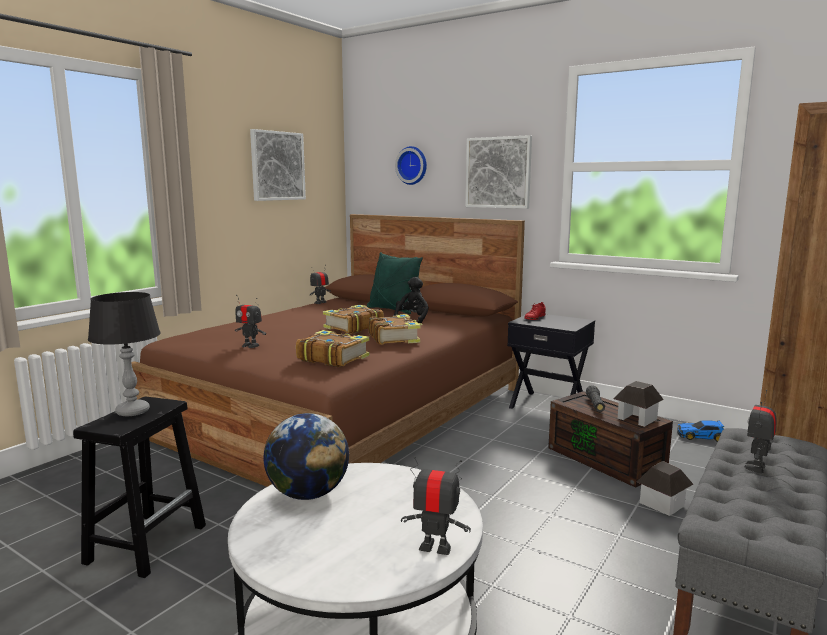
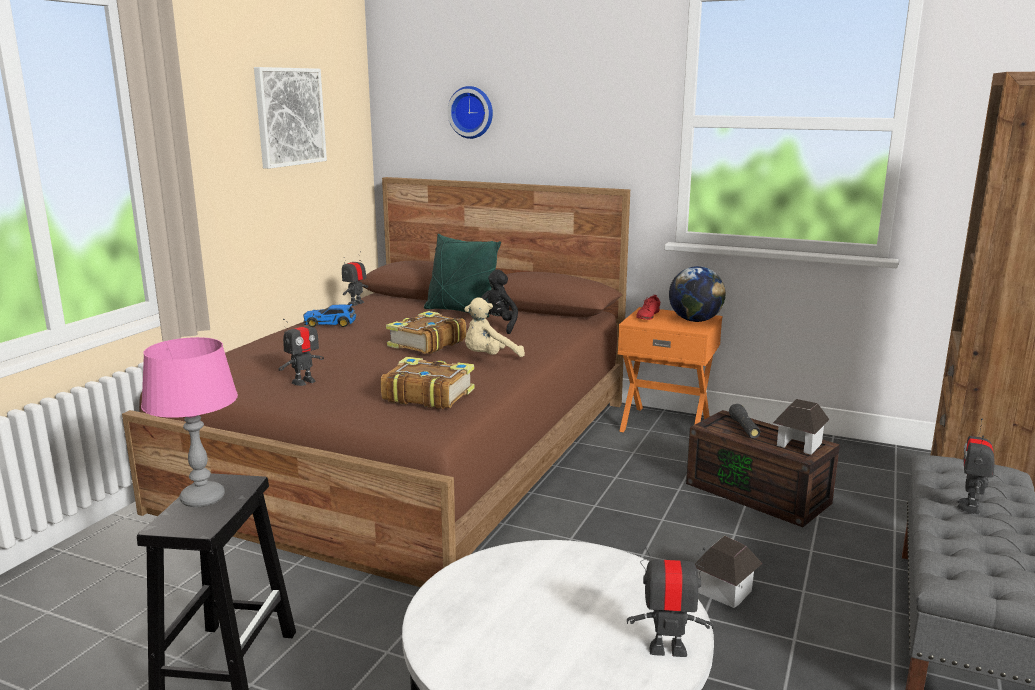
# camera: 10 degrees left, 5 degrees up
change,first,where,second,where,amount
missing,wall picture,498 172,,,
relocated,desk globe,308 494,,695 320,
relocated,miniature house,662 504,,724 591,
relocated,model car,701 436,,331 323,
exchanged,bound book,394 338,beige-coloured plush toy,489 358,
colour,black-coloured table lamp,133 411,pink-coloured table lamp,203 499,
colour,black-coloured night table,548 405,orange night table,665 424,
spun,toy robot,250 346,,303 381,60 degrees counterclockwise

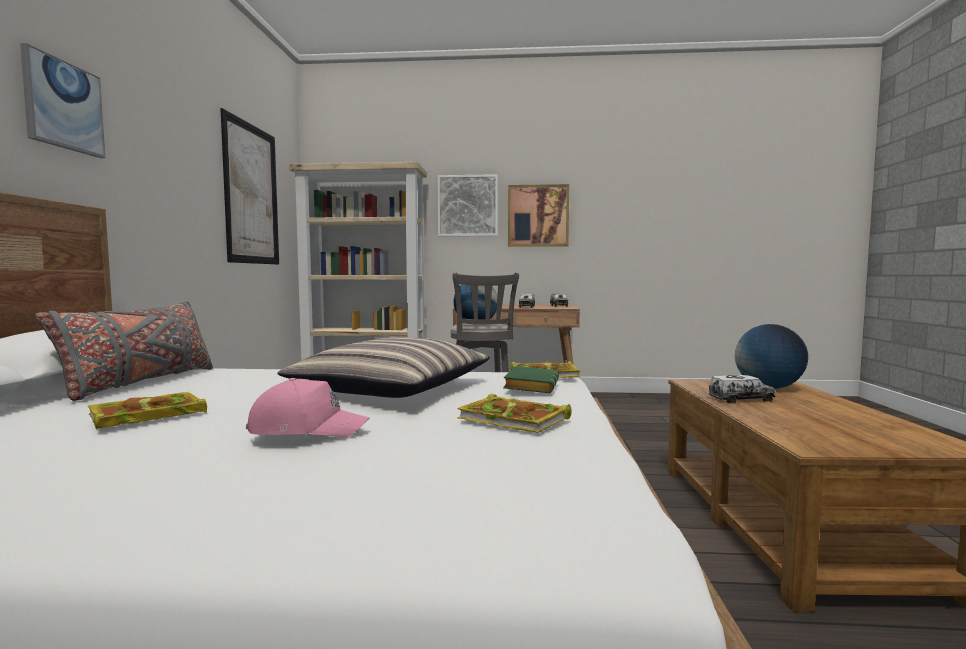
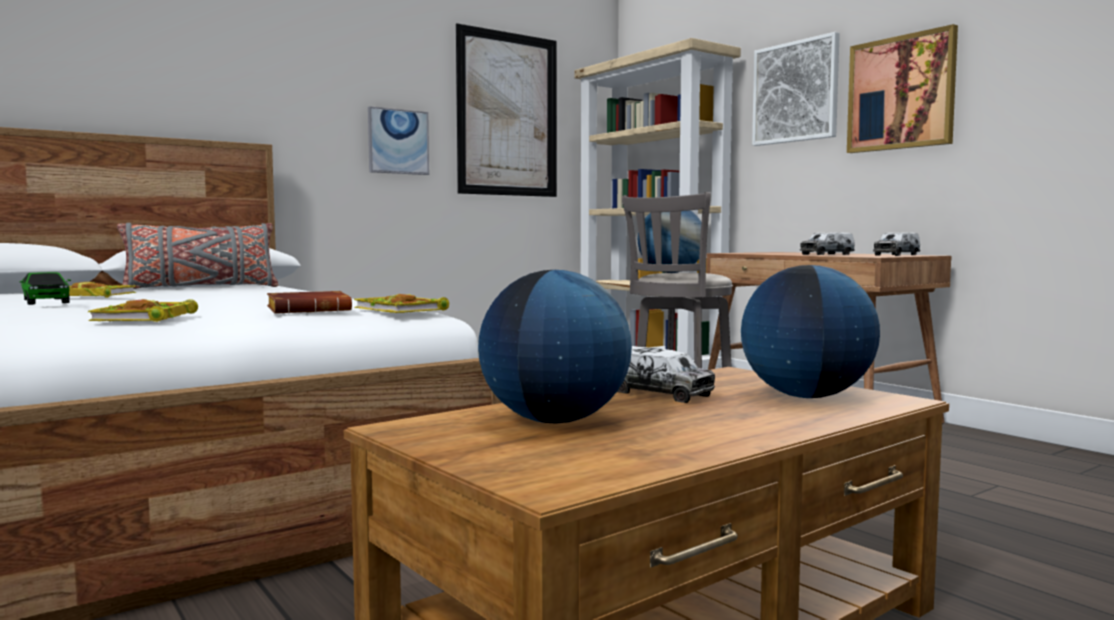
# camera: 50 degrees right, 0 degrees up
change,first,where,second,where,amount
missing,cushion,392 388,,,
appeared,,,desk globe,554 421,
relocated,wall picture,63 105,,398 141,
exchanged,pink-coloured baseball cap,307 429,model car,45 301,
colour,green-coloured bound book,530 386,brown-coloured bound book,311 310,

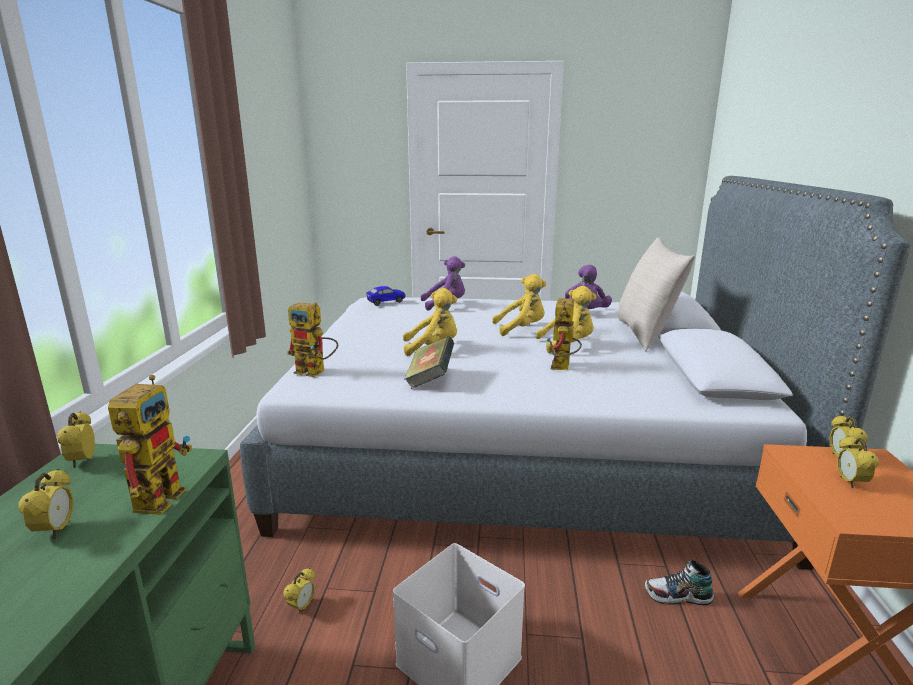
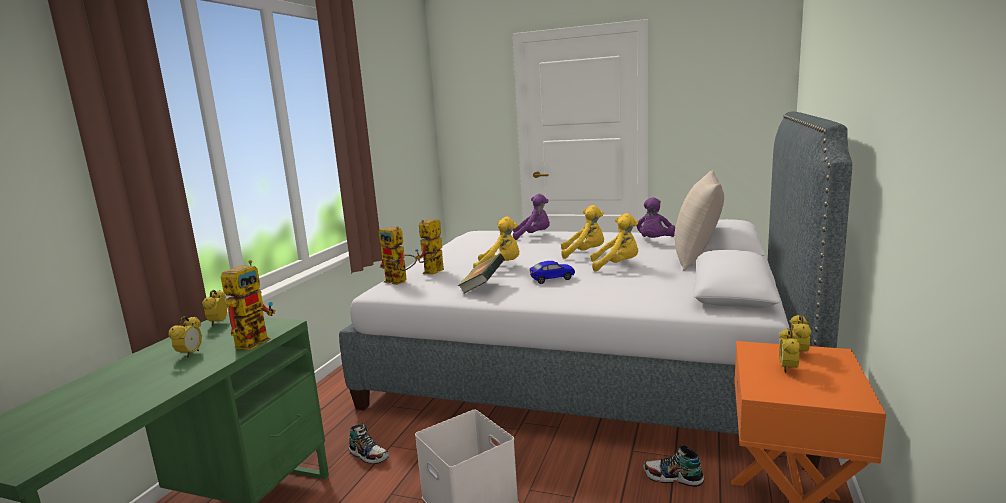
# camera: 15 degrees right, 5 degrees down
change,first,where,second,where,amount
relocated,model car,386 302,,552 279,
relocated,toy robot,562 368,,432 273,
exchanged,table clock,302 607,shoe,369 455,

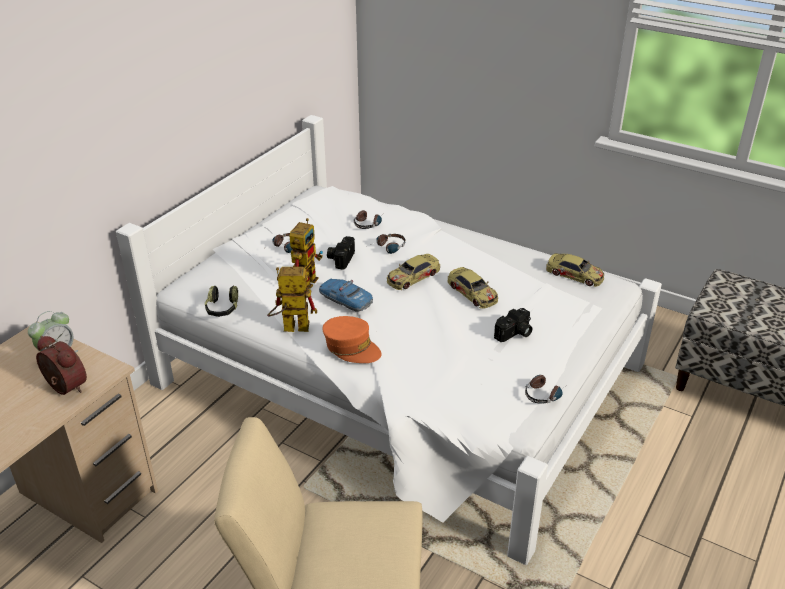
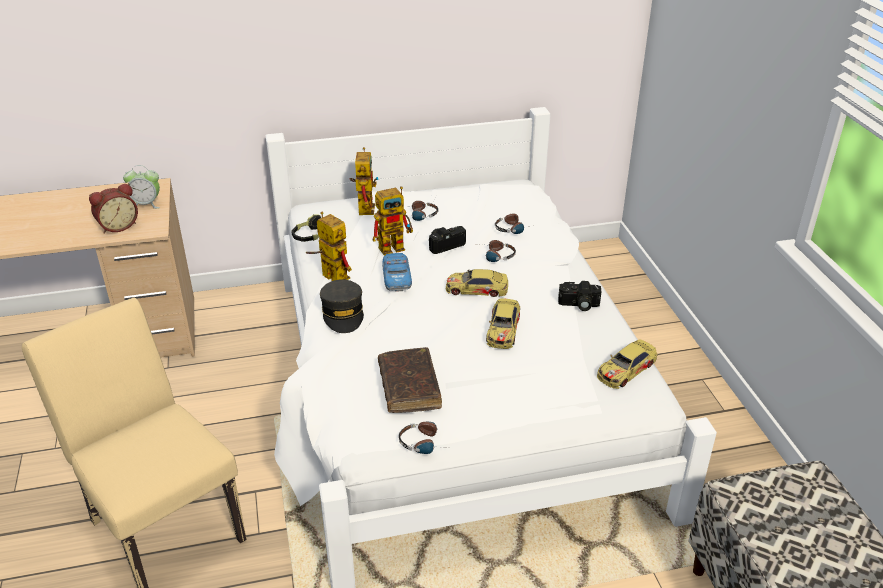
# camera: 45 degrees right, 0 degrees up
change,first,where,second,where,amount
appeared,,,toy robot,364 206,
appeared,,,brown-coloured bound book,409 387,
relocated,photo camera,514 334,,578 305,
colour,orange baseball cap,351 347,greyish baseball cap,343 313,
spun,table clock,64 388,,118 226,60 degrees clockwise
spun,model car,574 274,,626 369,60 degrees clockwise

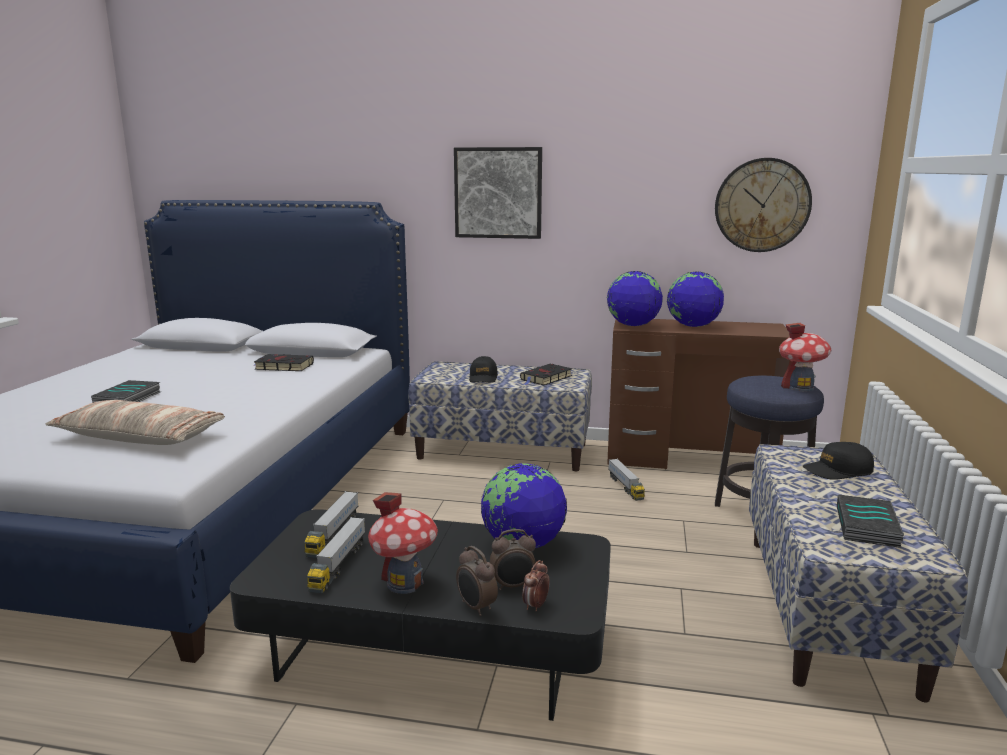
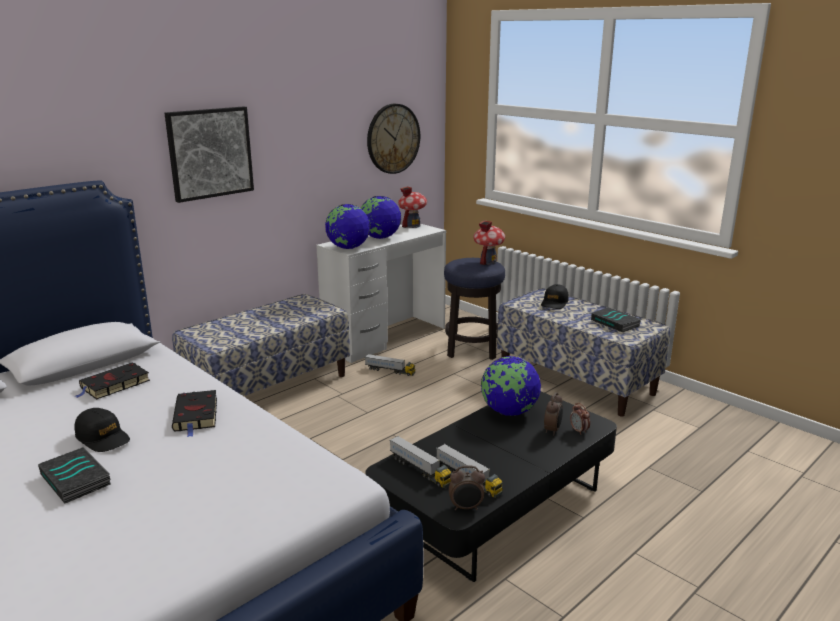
# camera: 55 degrees left, 5 degrees up
change,first,where,second,where,amount
missing,cushion,140 437,,,
relocated,miniature house,405 583,,412 225,
relocated,table clock,476 607,,466 508,
relocated,black-coloured baseball cap,483 377,,103 438,
relocated,black-coloured bound book,545 378,,196 415,
colour,brown-coloured desk,689 459,whitish desk,385 337,

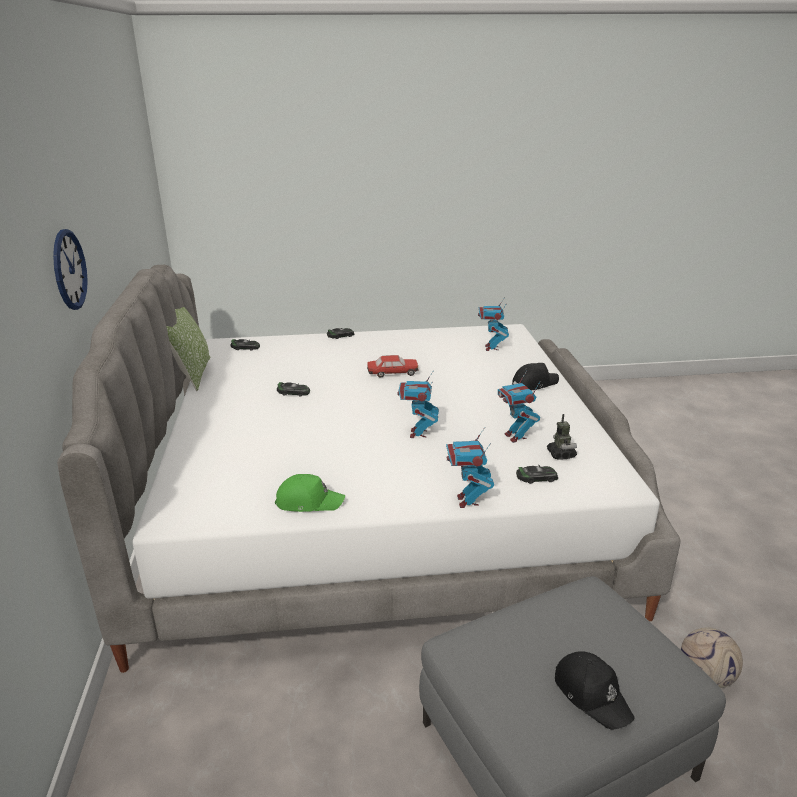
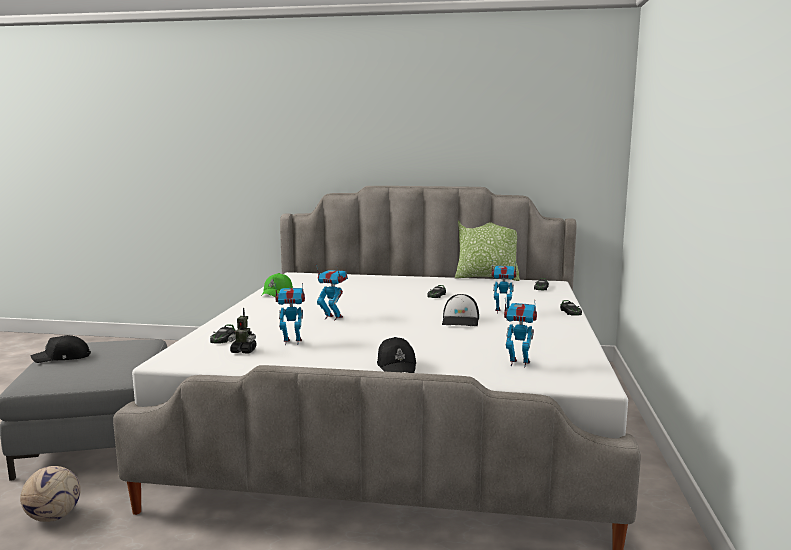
# camera: 105 degrees right, 15 degrees down
change,first,where,second,where,amount
missing,clock on the wall,69 269,,,
relocated,toy robot,467 501,,502 312,
exchanged,model car,392 373,baseball cap,461 320,

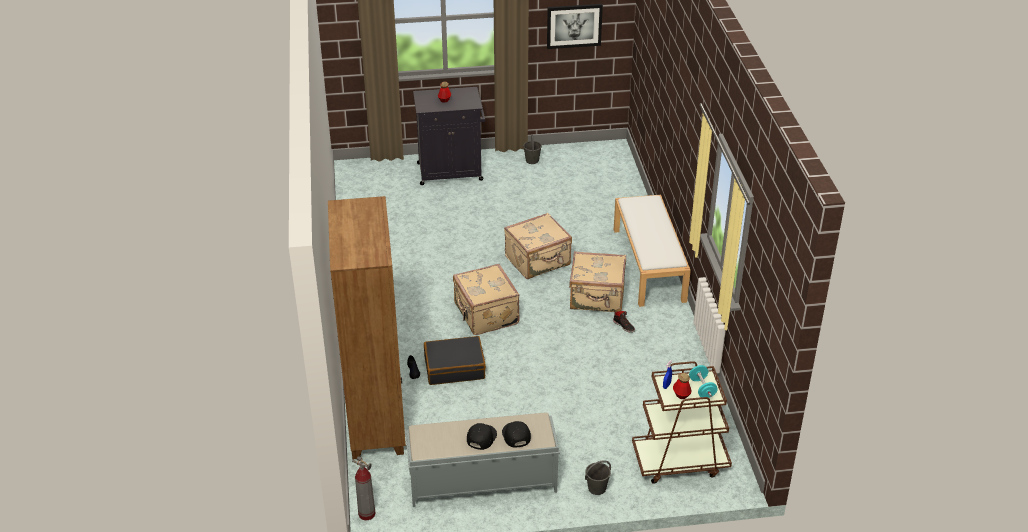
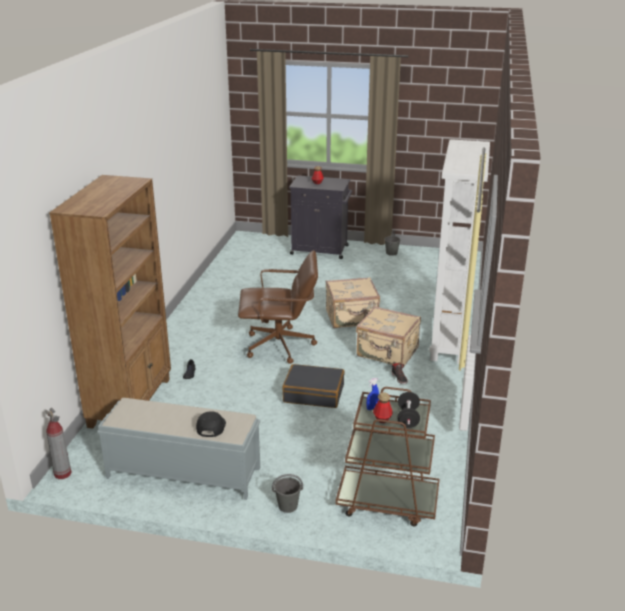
# camera: 20 degrees right, 10 degrees down
change,first,where,second,where,amount
missing,black-coloured baseball cap,481 437,,,
missing,wall picture,574 25,,,
relocated,black-coloured piece of luggage,454 367,,314 393,
exchanged,beige-coloured piece of luggage,485 315,brown-coloured office chair,280 346,
exchanged,whitish indoor bench,649 265,whitish bookcase,451 338,
colour,blue-green free weight,702 389,black-coloured free weight,408 418,

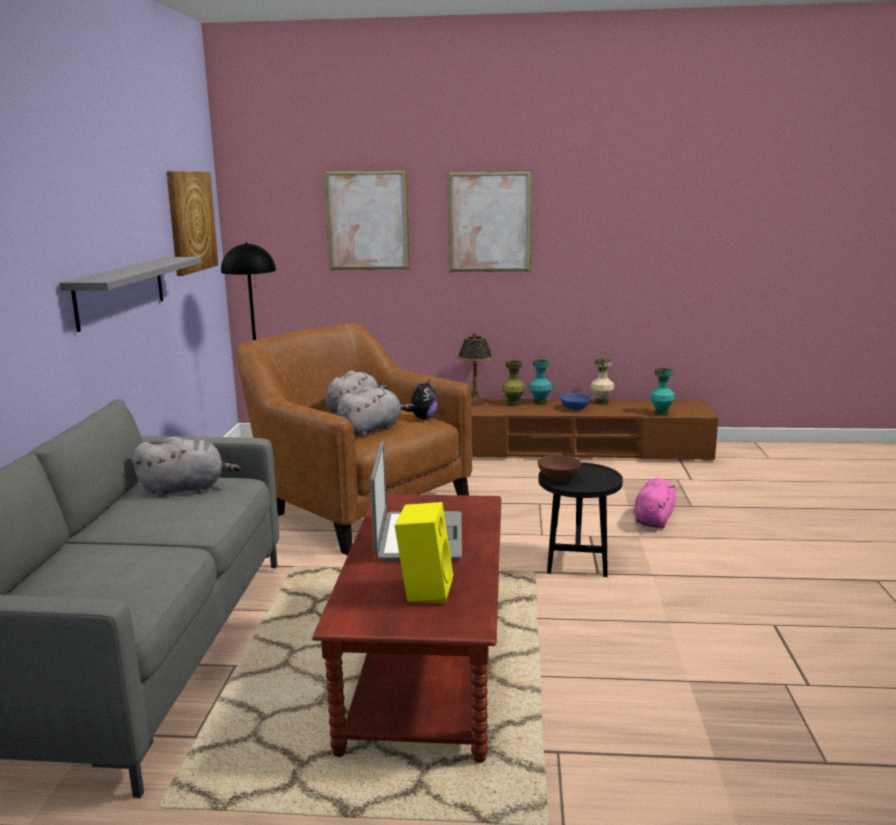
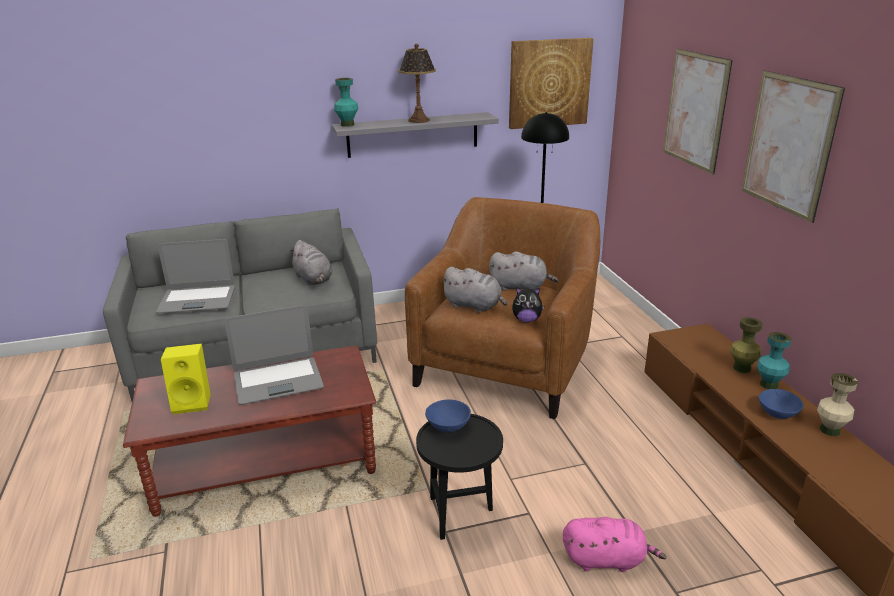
# camera: 70 degrees right, 10 degrees up
change,first,where,second,where,amount
appeared,,,portable computer,197 300,
relocated,table lamp,475 402,,419 120,
relocated,blue-green decorative vase,661 413,,347 125,
colour,brown-coloured bowl,558 477,blue bowl,447 425,

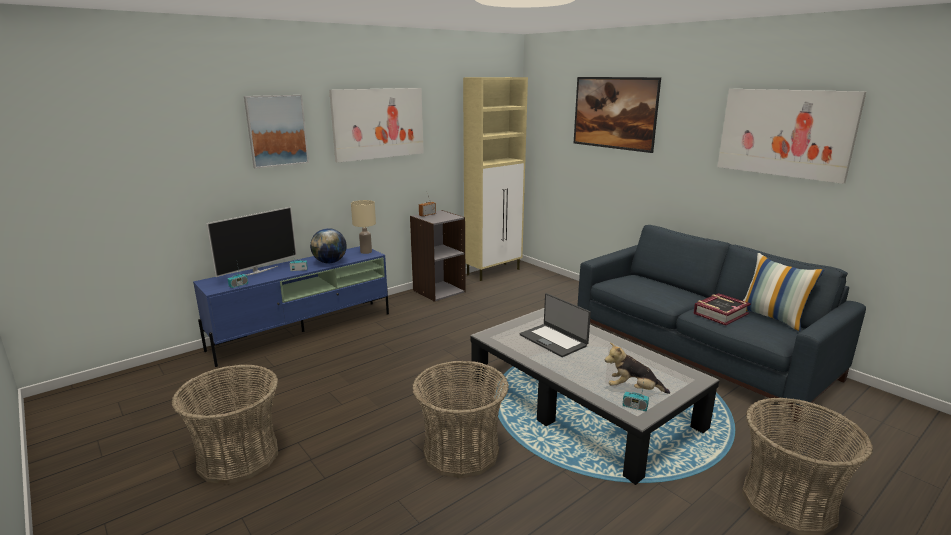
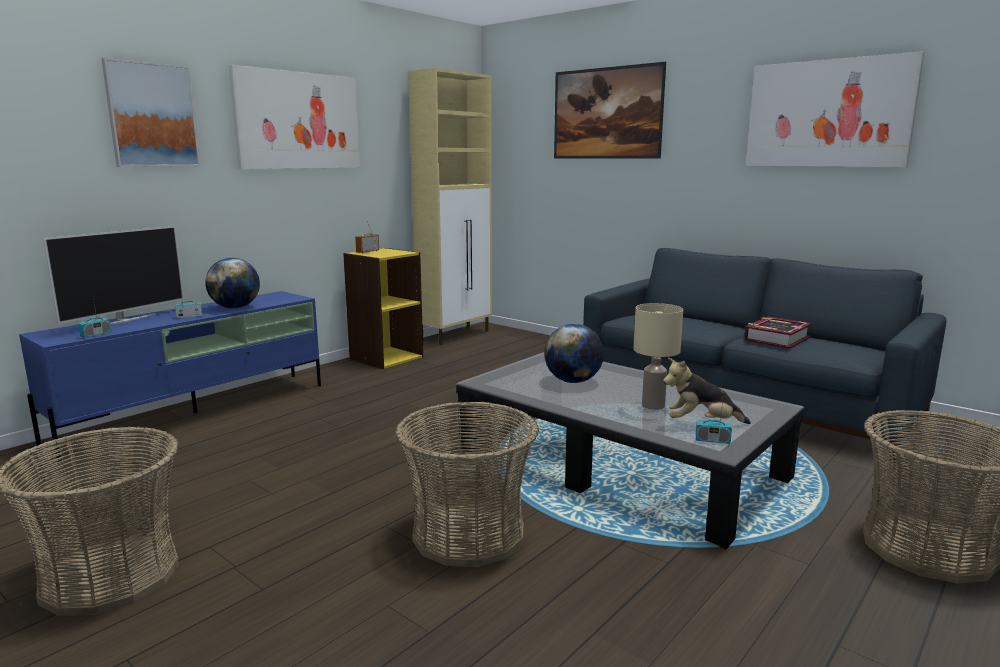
# camera: 10 degrees left, 5 degrees down
change,first,where,second,where,amount
missing,cushion,772 317,,,
relocated,beige-coloured table lamp,365 252,,652 406,
exchanged,portable computer,553 340,desk globe,573 381,
colour,greyish bookcase,438 291,yellow bookcase,386 358,

